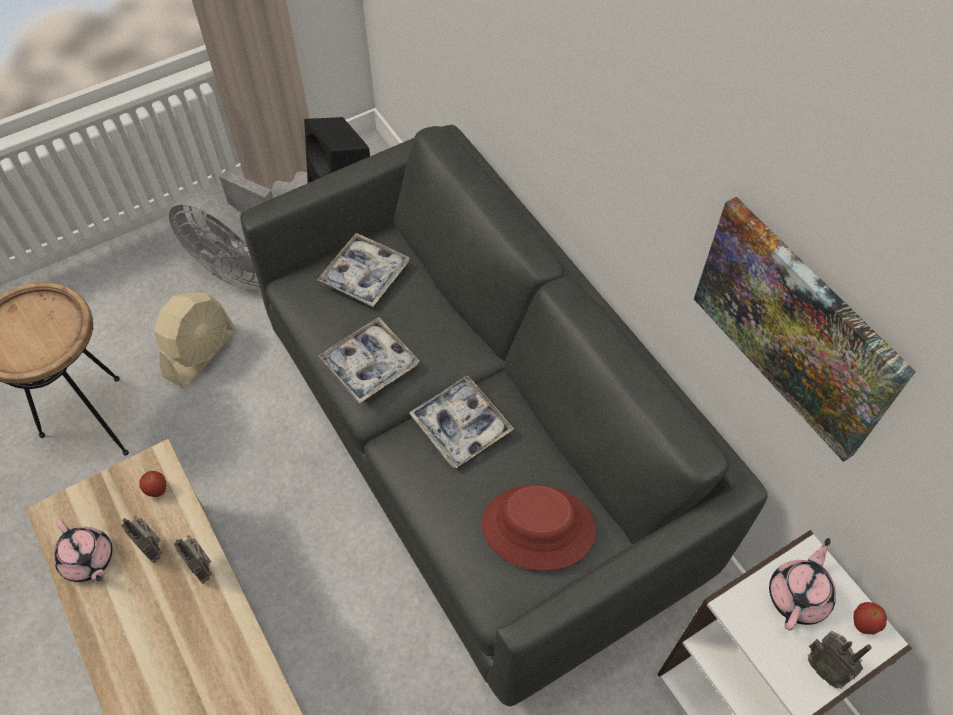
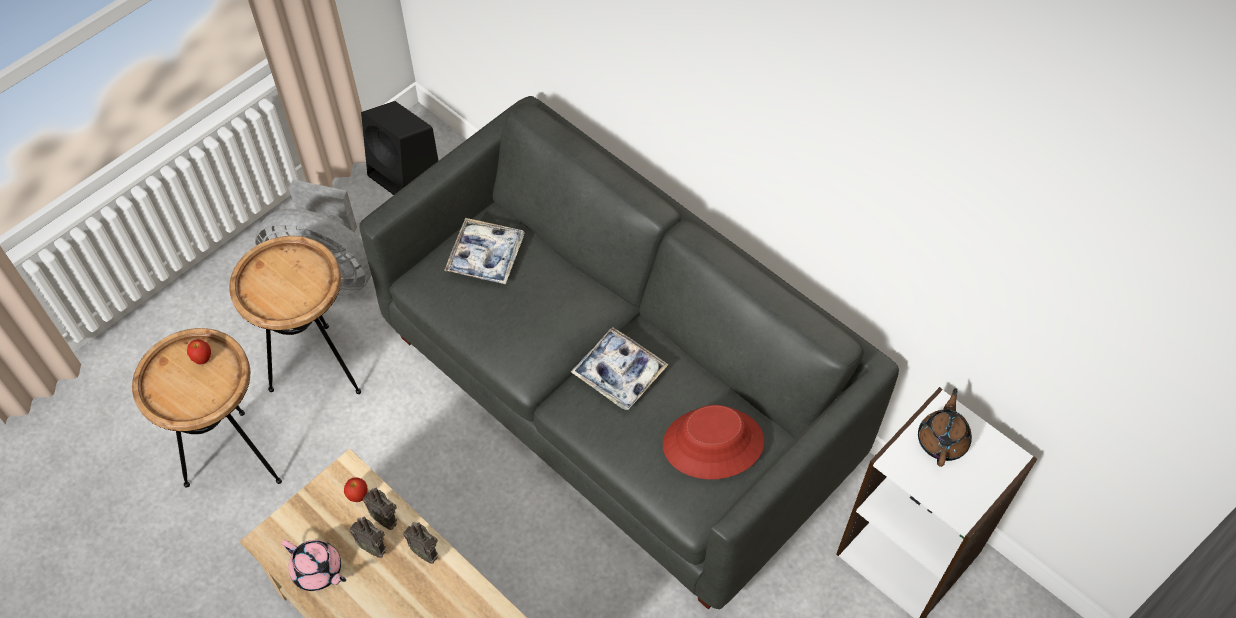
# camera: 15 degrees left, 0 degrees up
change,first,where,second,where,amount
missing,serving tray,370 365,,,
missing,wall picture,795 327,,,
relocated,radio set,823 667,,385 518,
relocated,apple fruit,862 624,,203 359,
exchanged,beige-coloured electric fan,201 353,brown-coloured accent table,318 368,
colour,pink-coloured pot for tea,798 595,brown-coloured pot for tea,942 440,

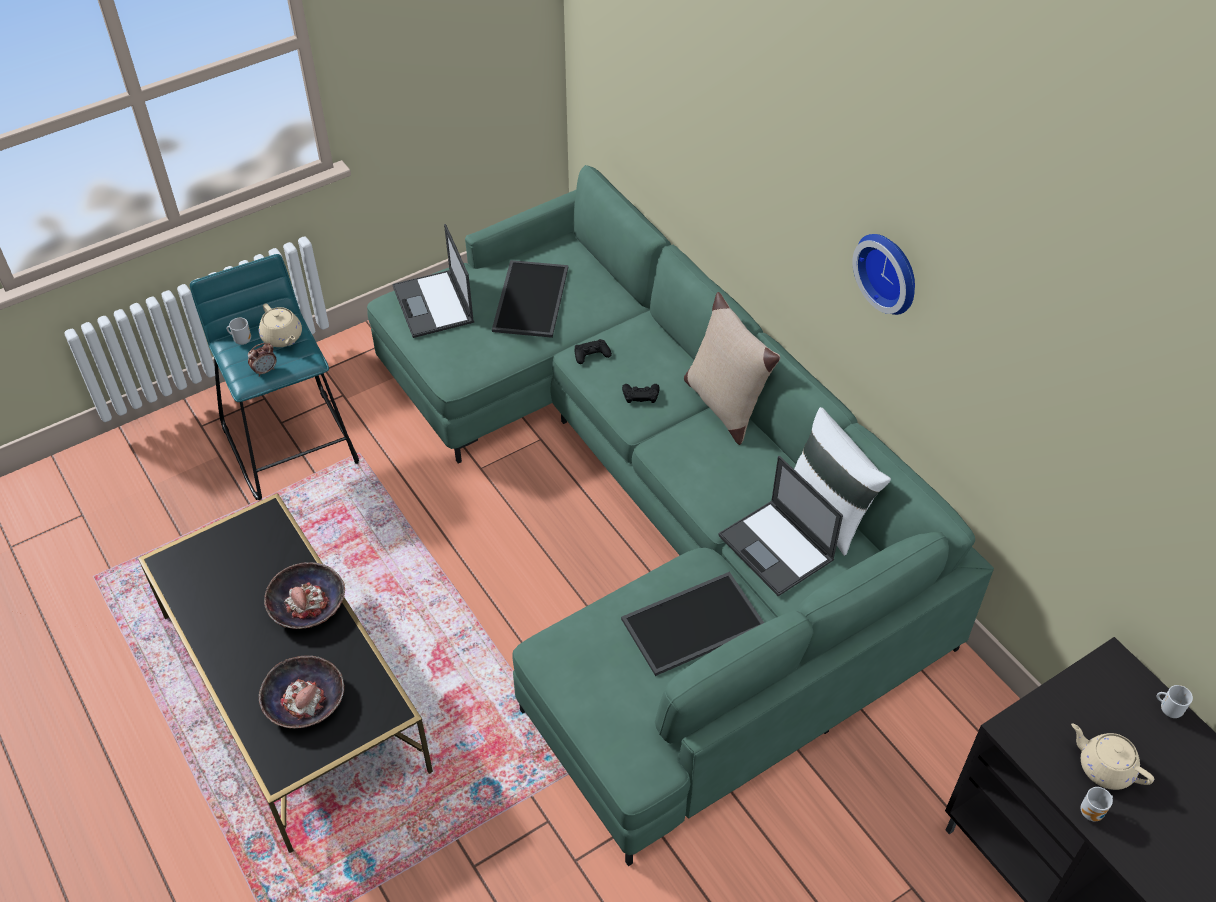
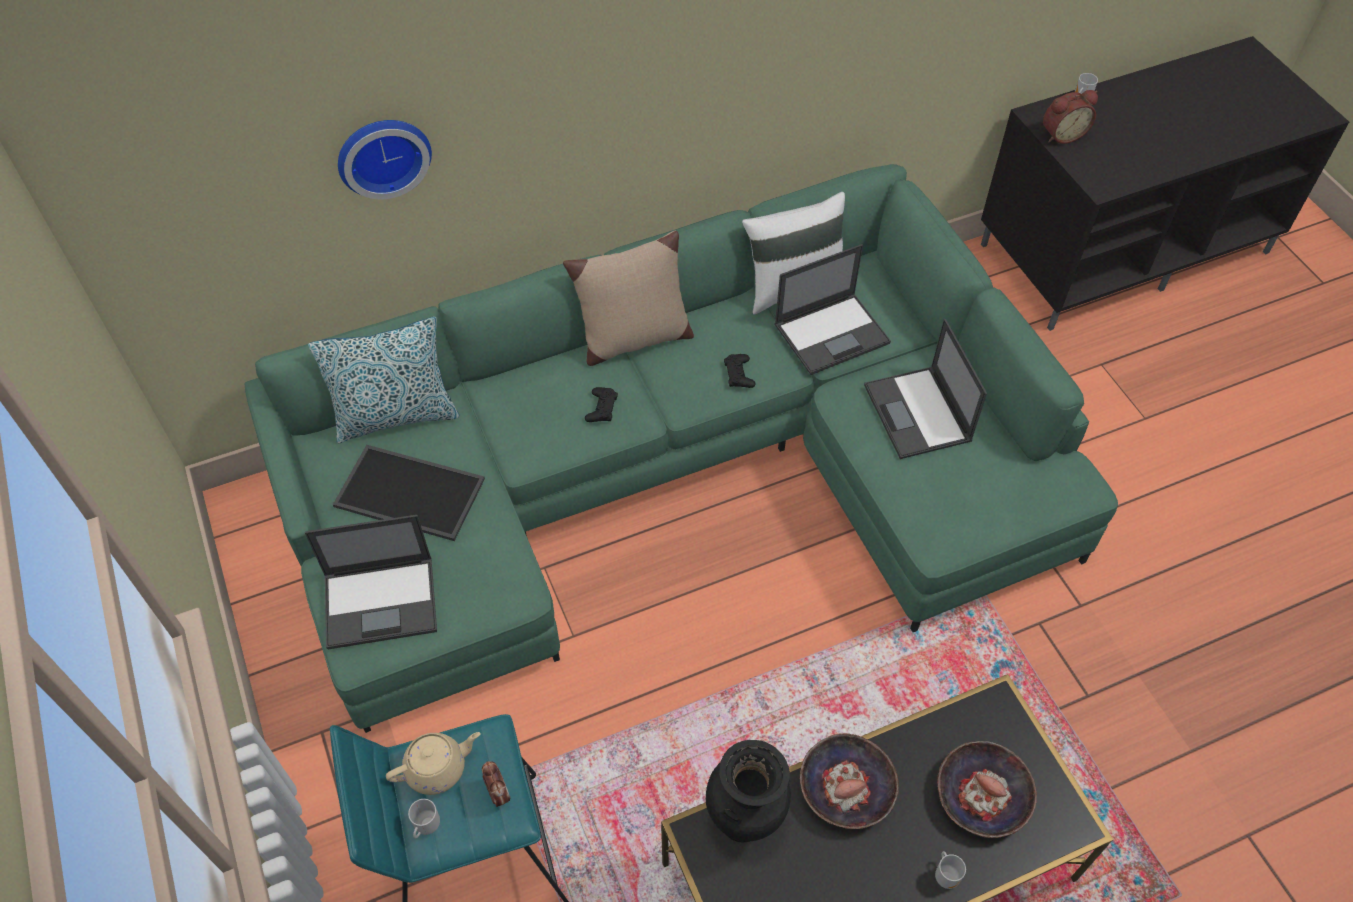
# camera: 80 degrees left, 5 degrees up
change,first,where,second,where,amount
missing,beige-coloured pot for tea,1104 767,,,
appeared,,,cushion,396 416,
appeared,,,black-coloured decorative vase,744 822,
appeared,,,table clock,1061 134,
relocated,black-coloured joypad,591 354,,739 374,
relocated,clock on the wall,890 271,,382 154,
relocated,tea mug,1093 813,,946 875,
exchanged,serving tray,693 625,portable computer,918 414,

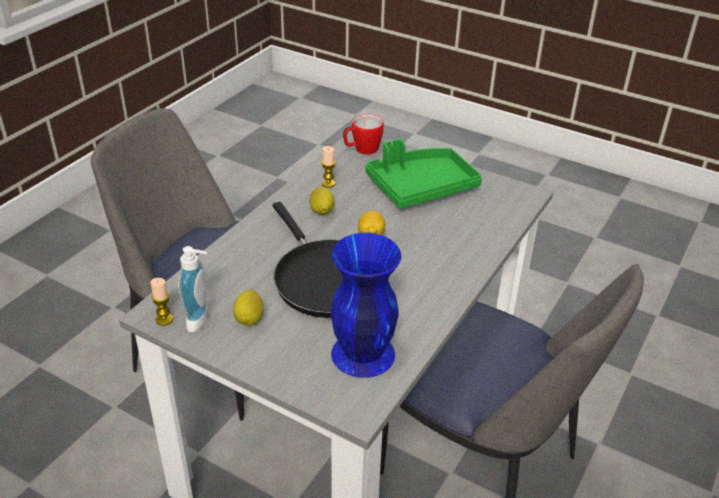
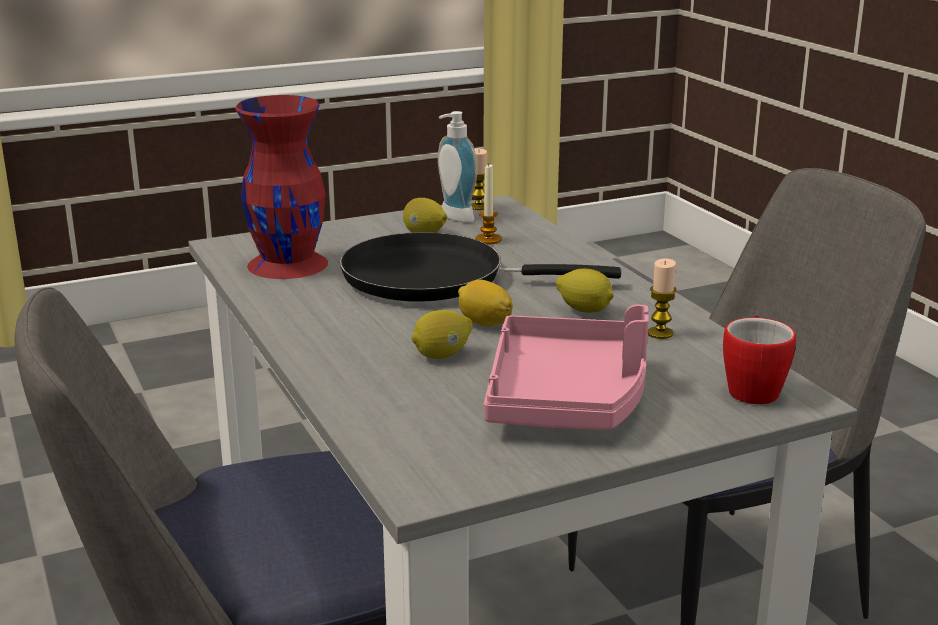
# camera: 125 degrees right, 15 degrees down
change,first,where,second,where,amount
appeared,,,citrus fruit,442 355,
appeared,,,candle,488 240,
colour,blue decorative vase,361 354,red-coloured decorative vase,289 263,
colour,green-coloured serving tray,421 187,pink-coloured serving tray,568 397,

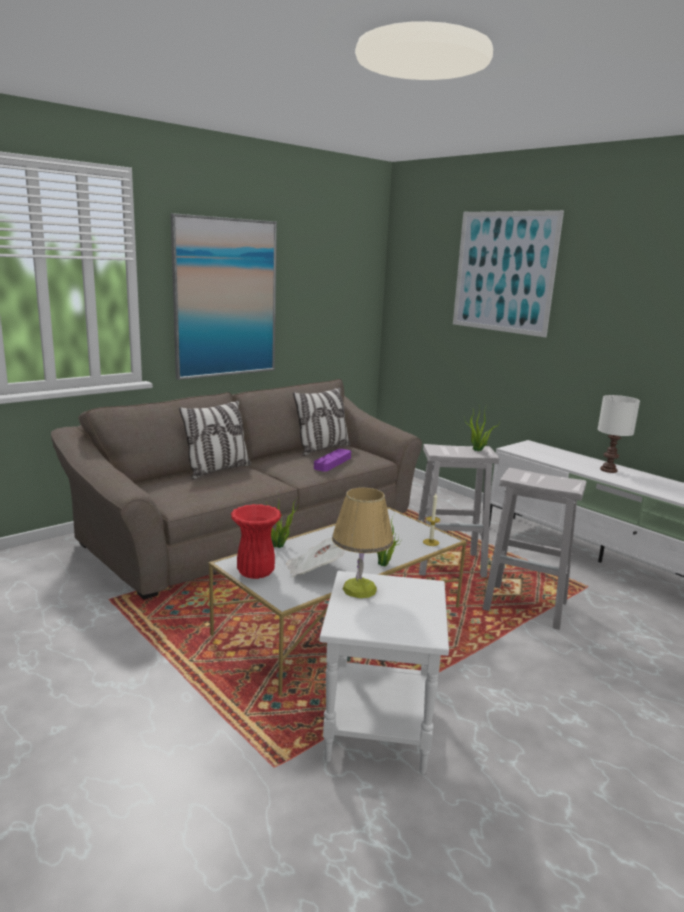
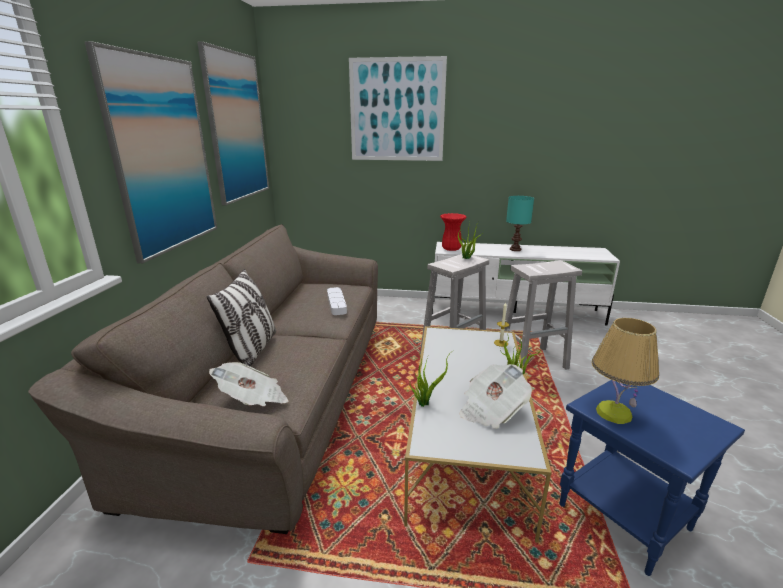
# camera: 40 degrees left, 5 degrees up
change,first,where,second,where,amount
missing,cushion,322 448,,,
appeared,,,wall picture,237 127,
appeared,,,newspaper,253 400,
relocated,red-coloured decorative vase,255 573,,451 249,
colour,purple-coloured serving tray,332 463,whitish serving tray,336 303,
colour,whitish accent table,380 731,blue accent table,626 517,
colour,whitish table lamp,609 470,blue-green table lamp,515 249,

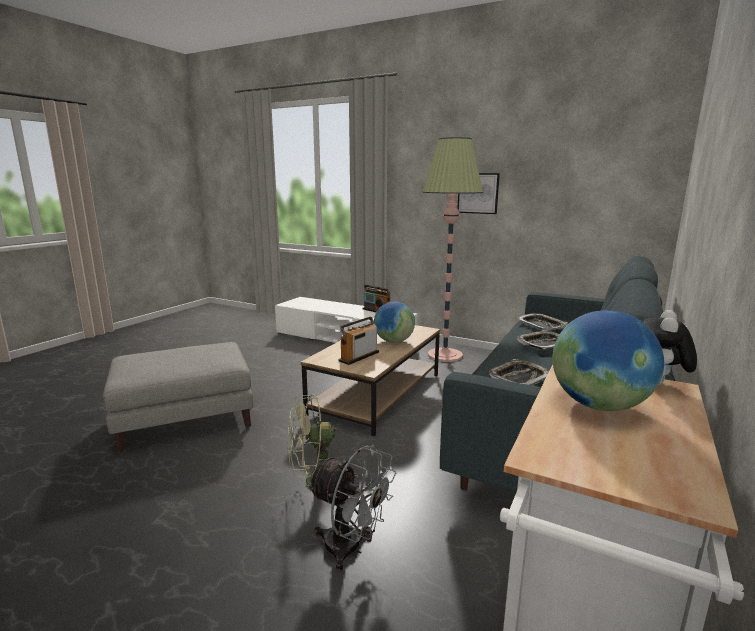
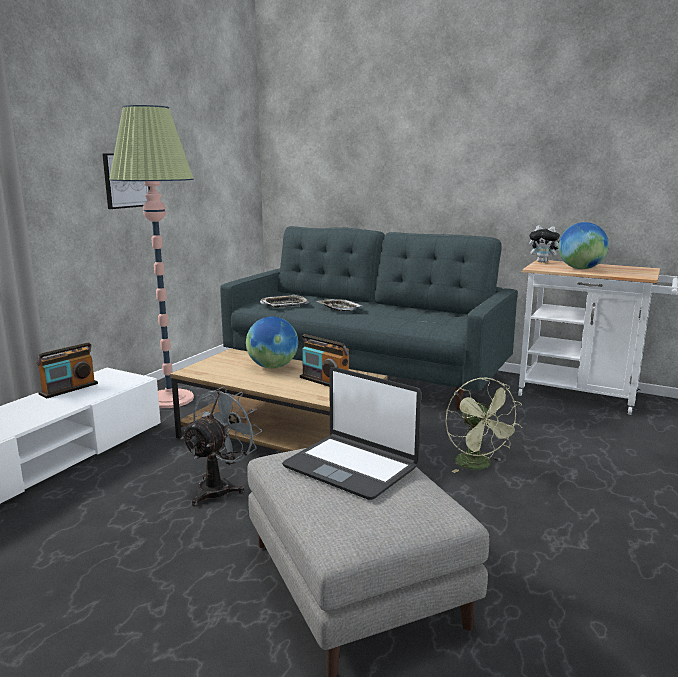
# camera: 90 degrees left, 0 degrees up
change,first,where,second,where,amount
missing,serving tray,519 378,,,
appeared,,,portable computer,351 467,
relocated,greyish electric fan,351 549,,220 487,

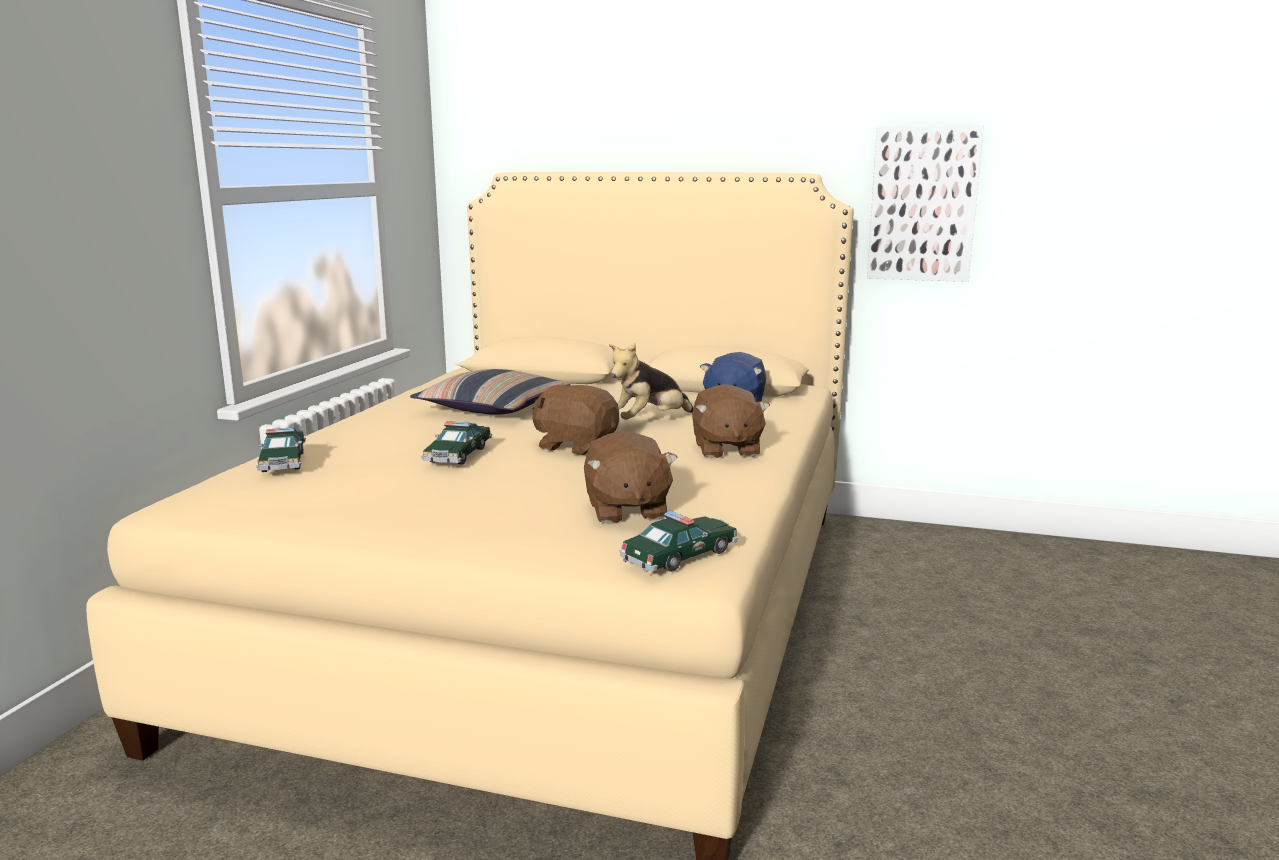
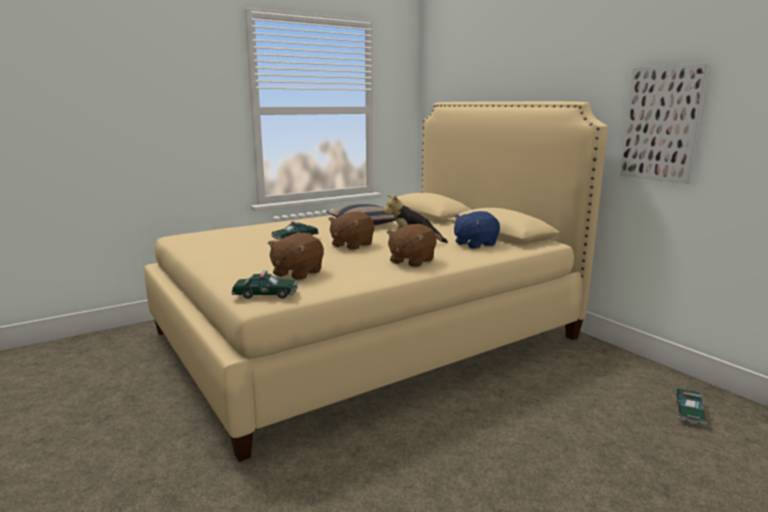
# camera: 40 degrees right, 0 degrees up
change,first,where,second,where,amount
relocated,model car,283 461,,689 412,
spun,brown-coloured plush toy,576 446,,351 245,120 degrees counterclockwise

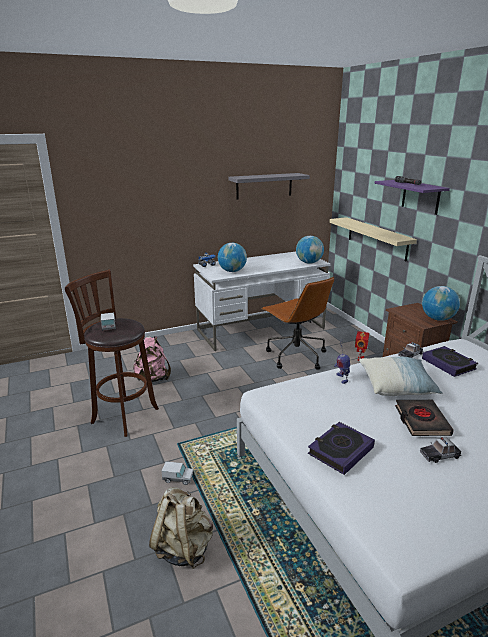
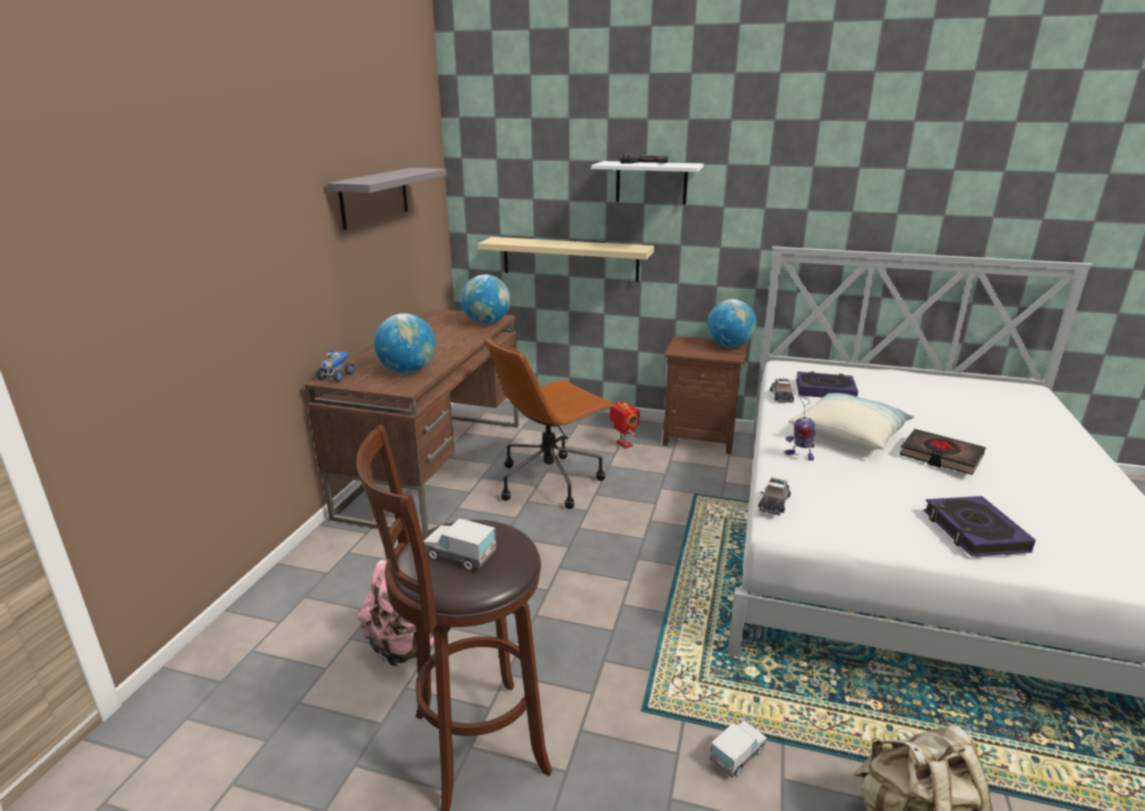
# camera: 50 degrees left, 0 degrees up
change,first,where,second,where,amount
relocated,model car,439 454,,773 502,
colour,whitish desk,261 329,brown-coloured desk,436 467,
colour,purple-coloured bracket shelf,420 197,whitish bracket shelf,651 182,
spun,brown-coloured office chair,295 356,,550 480,135 degrees clockwise

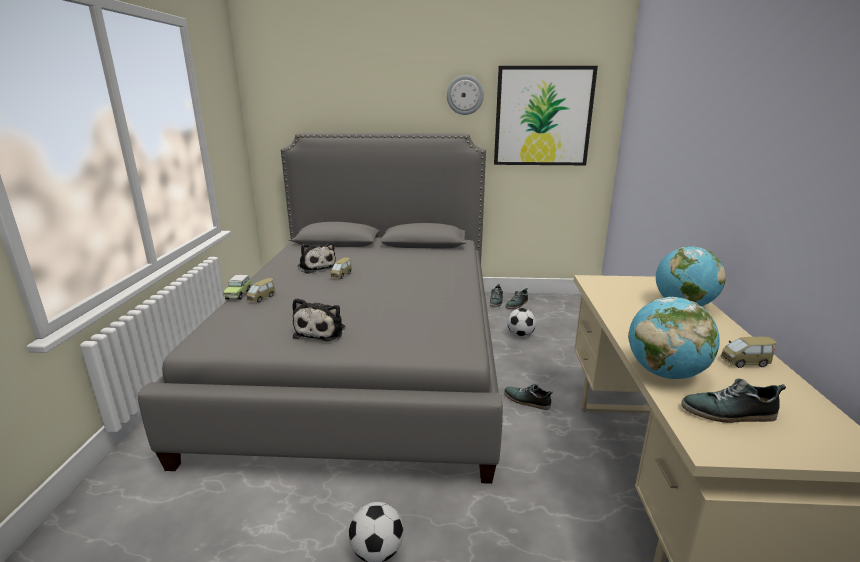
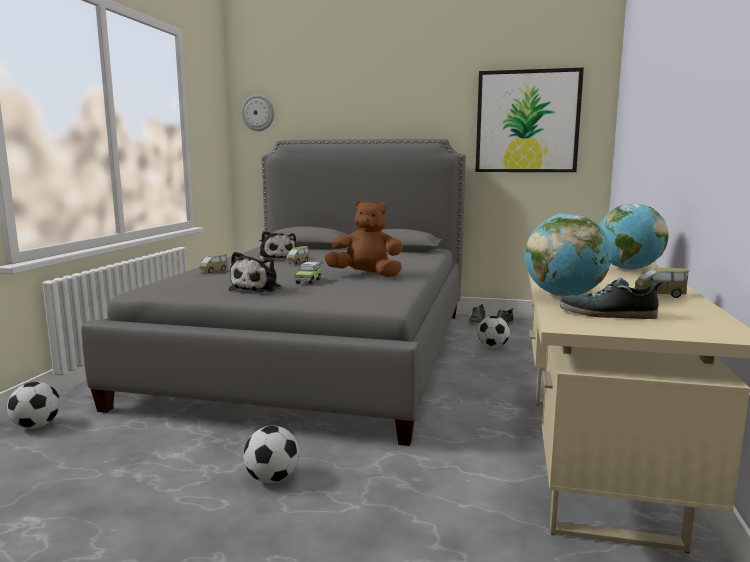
# camera: 10 degrees right, 10 degrees down
change,first,where,second,where,amount
missing,shoe,526 401,,,
appeared,,,football,36 426,
appeared,,,brown-coloured plush toy,366 275,
relocated,model car,239 294,,309 281,
relocated,clock on the wall,465 95,,258 113,

